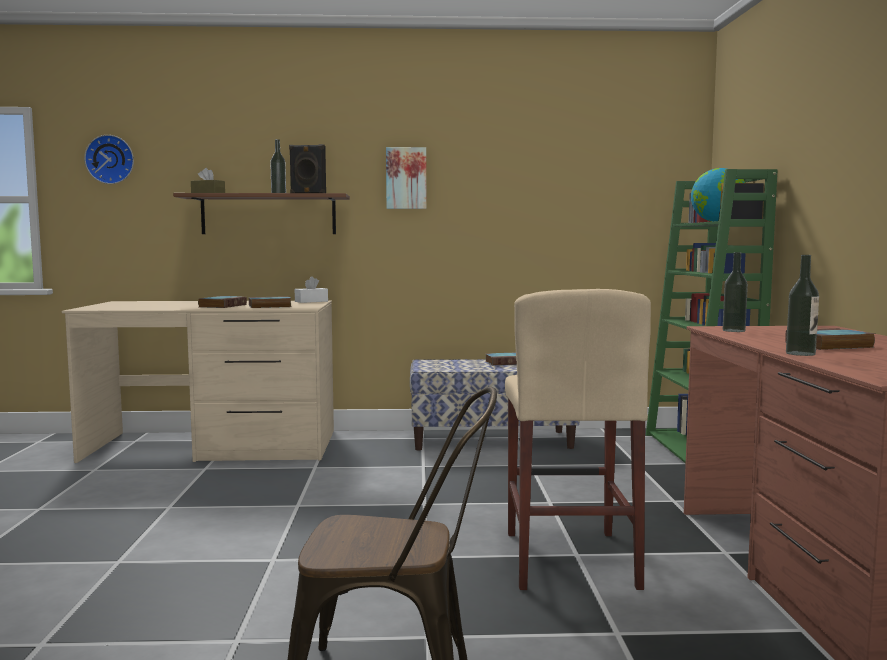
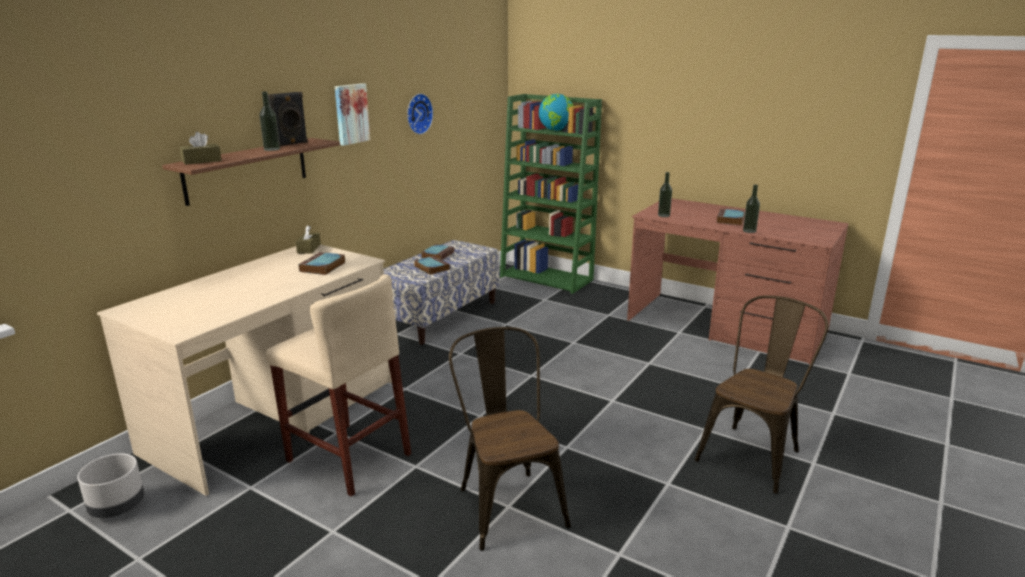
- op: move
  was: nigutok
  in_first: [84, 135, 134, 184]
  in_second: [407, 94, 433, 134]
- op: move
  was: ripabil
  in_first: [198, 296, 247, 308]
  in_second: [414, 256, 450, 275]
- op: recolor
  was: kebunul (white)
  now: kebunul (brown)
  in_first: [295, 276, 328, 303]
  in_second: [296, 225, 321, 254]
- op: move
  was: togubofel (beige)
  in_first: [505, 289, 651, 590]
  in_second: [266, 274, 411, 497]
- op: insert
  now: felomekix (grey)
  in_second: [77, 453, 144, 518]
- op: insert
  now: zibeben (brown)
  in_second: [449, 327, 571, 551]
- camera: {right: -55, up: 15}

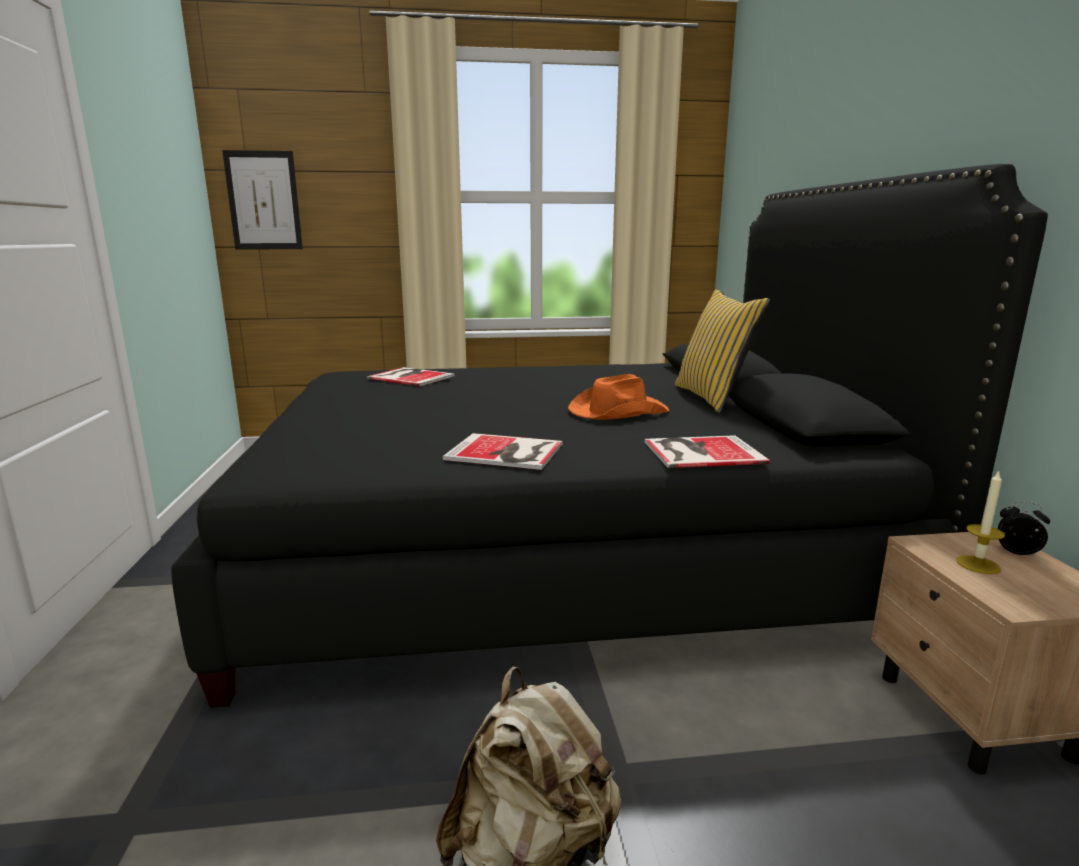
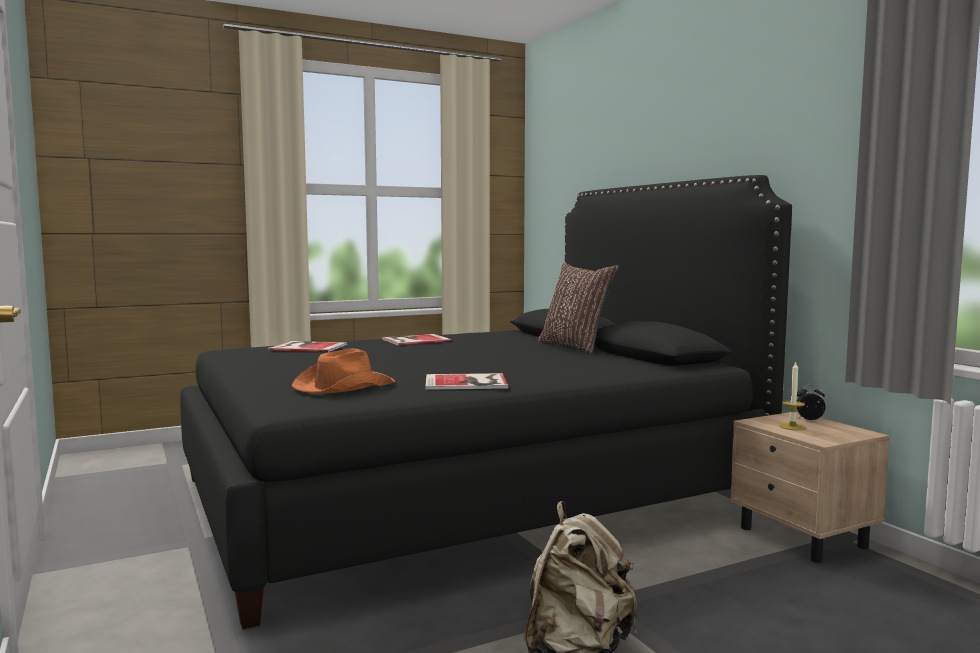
- op: delete
  was: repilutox
  in_first: [222, 150, 303, 249]
- op: move
  was: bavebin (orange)
  in_first: [568, 374, 669, 419]
  in_second: [292, 348, 395, 394]
- op: move
  was: ripabil
  in_first: [645, 435, 770, 468]
  in_second: [382, 334, 452, 345]
- op: recolor
  was: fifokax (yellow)
  now: fifokax (brown)
  in_first: [675, 290, 770, 413]
  in_second: [538, 263, 619, 354]
- camera: {right: -20, up: -10}

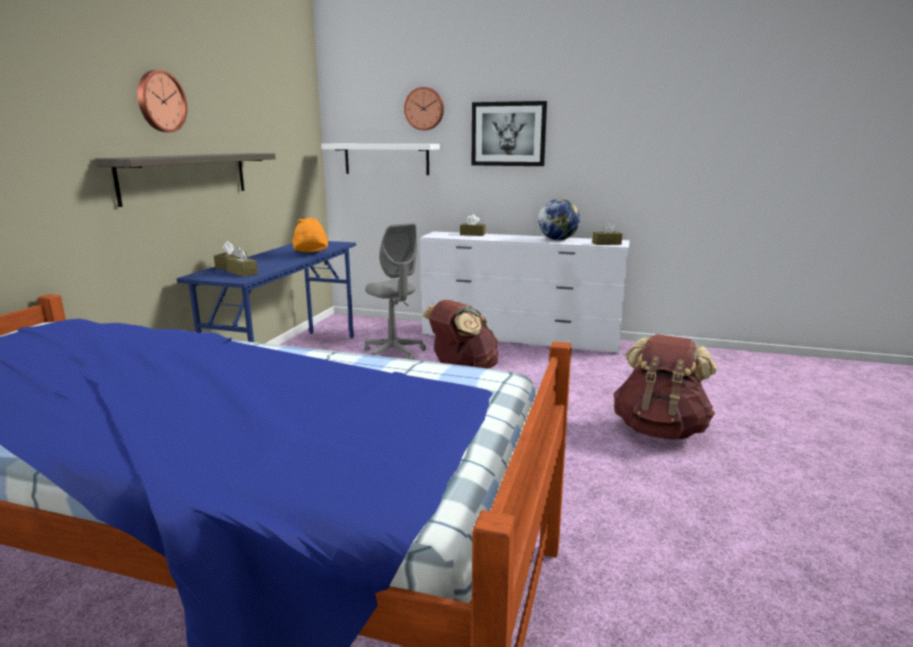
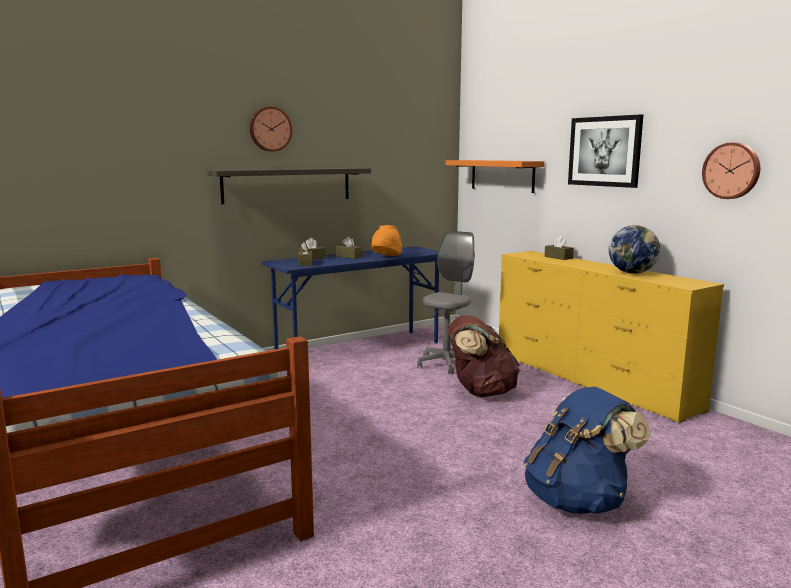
- op: recolor
  was: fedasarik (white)
  now: fedasarik (orange)
  in_first: [321, 144, 440, 175]
  in_second: [446, 160, 544, 193]
- op: rotate
  was: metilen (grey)
  in_first: [364, 223, 426, 360]
  in_second: [417, 231, 475, 374]
  clockwise: -150
- op: move
  was: nigutok
  in_first: [404, 87, 444, 130]
  in_second: [702, 142, 760, 199]
- op: recolor
  was: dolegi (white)
  now: dolegi (yellow)
  in_first: [420, 231, 630, 354]
  in_second: [499, 251, 724, 423]
- op: move
  was: kebunul (brown)
  in_first: [592, 222, 622, 245]
  in_second: [336, 237, 362, 259]
- op: recolor
  was: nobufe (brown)
  now: nobufe (blue)
  in_first: [613, 334, 717, 440]
  in_second: [524, 387, 651, 514]
- camera: {right: 40, up: -5}

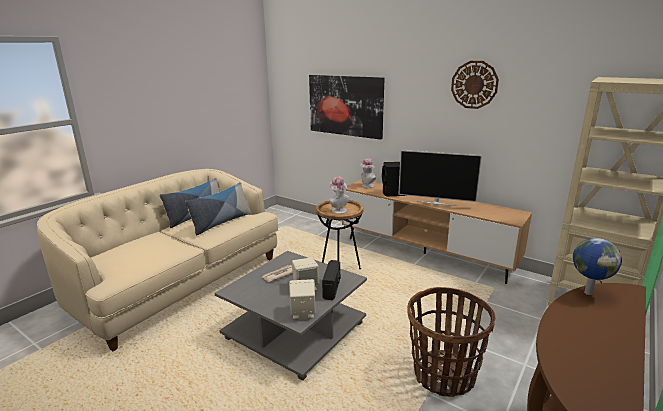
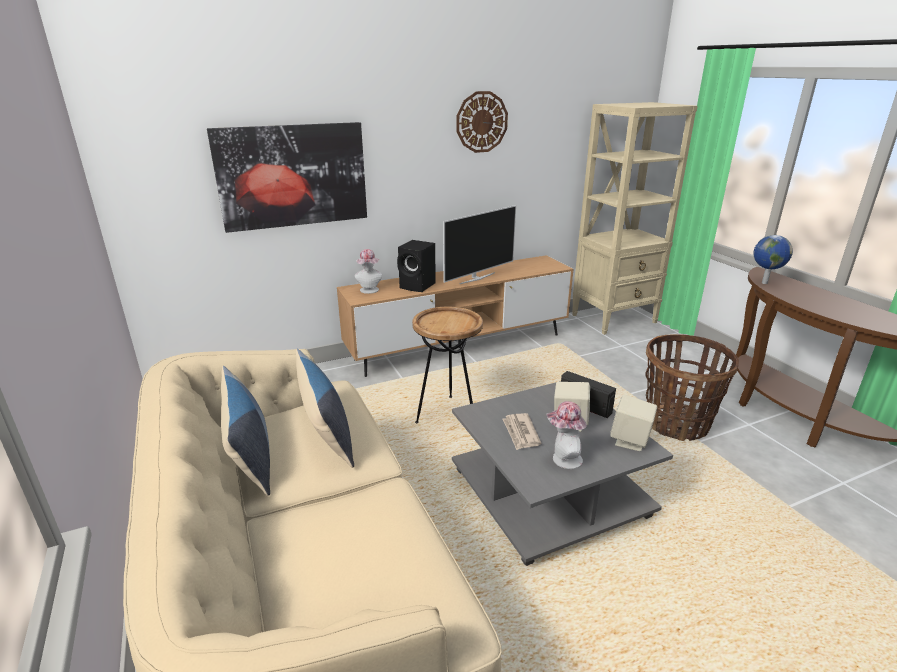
- op: move
  was: bavebin
  in_first: [329, 176, 350, 214]
  in_second: [546, 401, 587, 469]
- camera: {right: -60, up: 5}

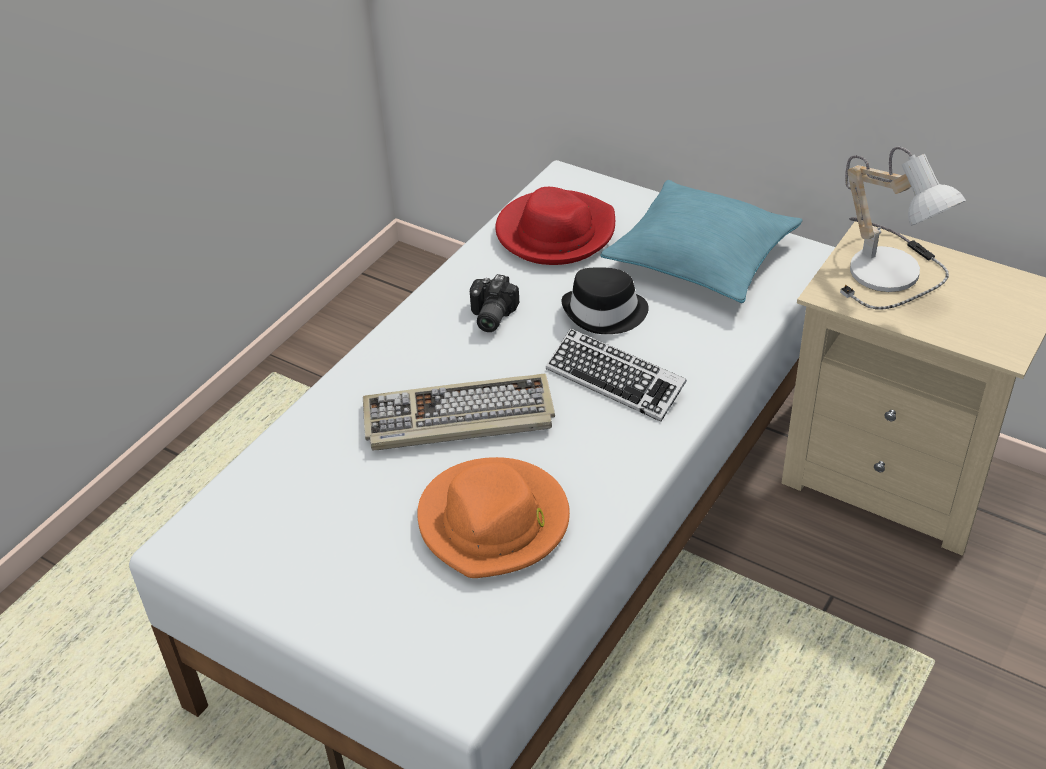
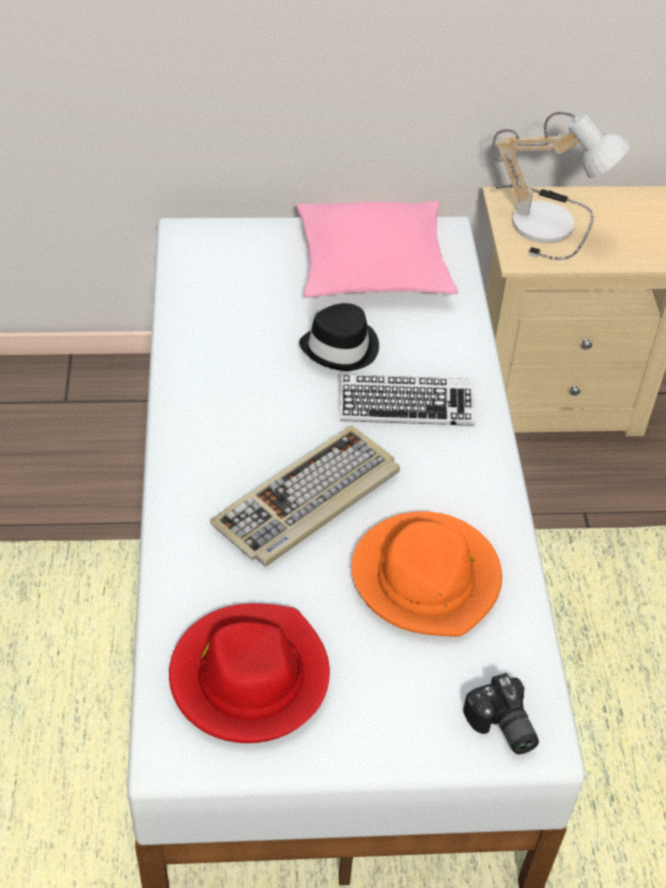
- op: move
  was: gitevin
  in_first: [470, 274, 519, 332]
  in_second: [463, 673, 539, 754]
- op: move
  was: bavebin (red)
  in_first: [495, 187, 615, 265]
  in_second: [169, 603, 330, 743]
- op: recolor
  was: fifokax (turquoise)
  now: fifokax (pink)
  in_first: [600, 180, 802, 303]
  in_second: [297, 200, 458, 298]
- camera: {right: -40, up: 5}

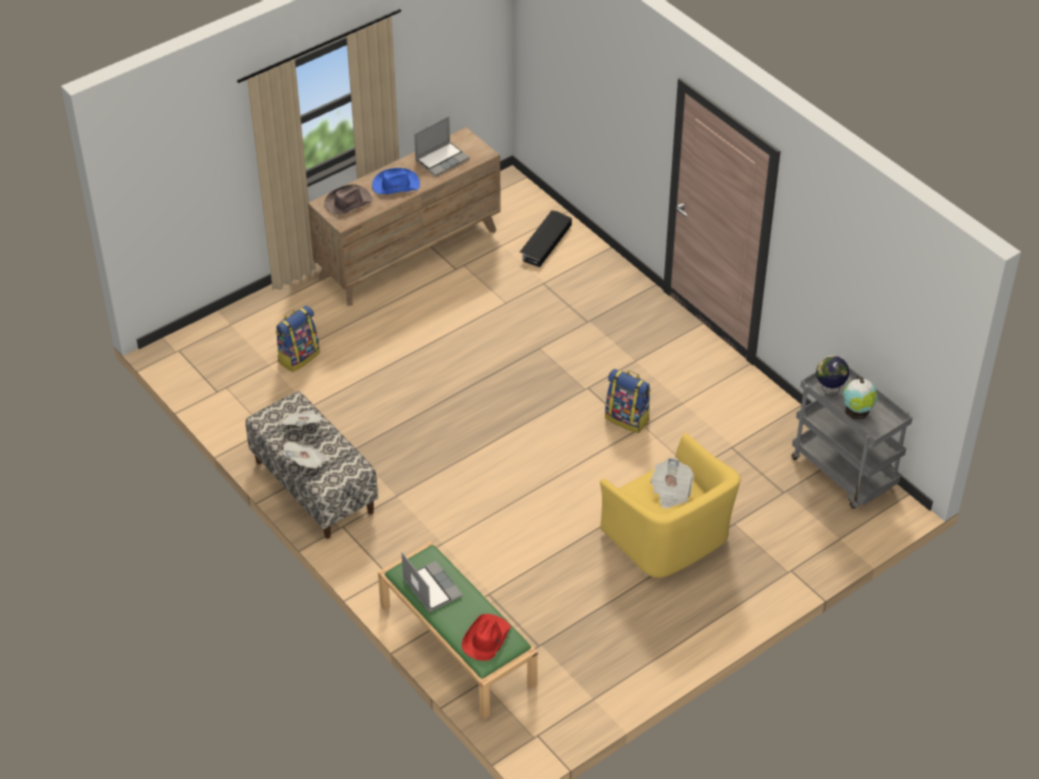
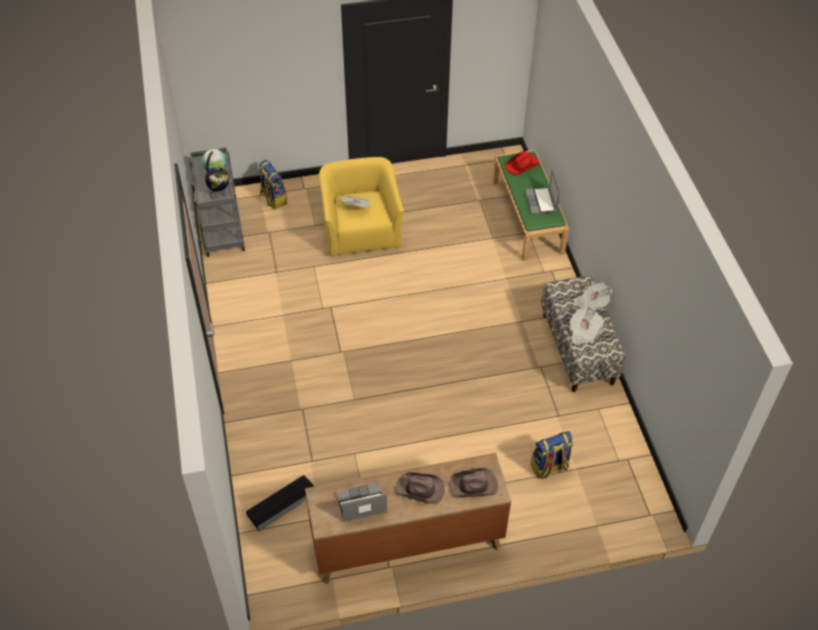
- op: recolor
  was: bavebin (blue)
  now: bavebin (brown)
  in_first: [372, 168, 420, 194]
  in_second: [396, 472, 445, 504]
- op: move
  was: nobufe
  in_first: [605, 369, 651, 433]
  in_second: [259, 160, 287, 209]
- camera: {right: -155, up: 5}

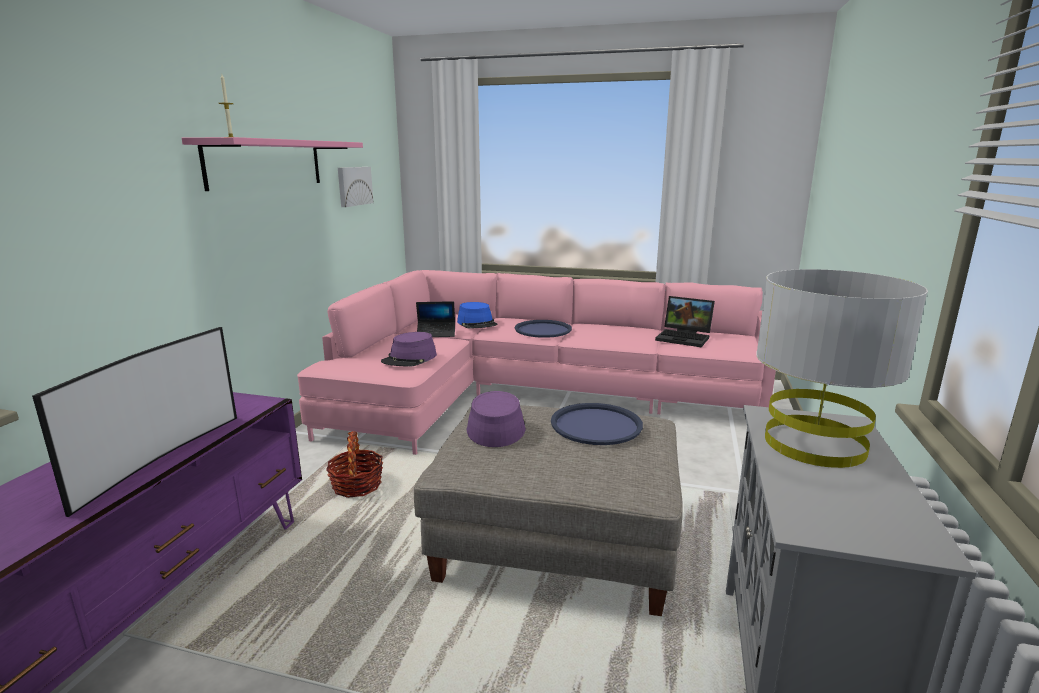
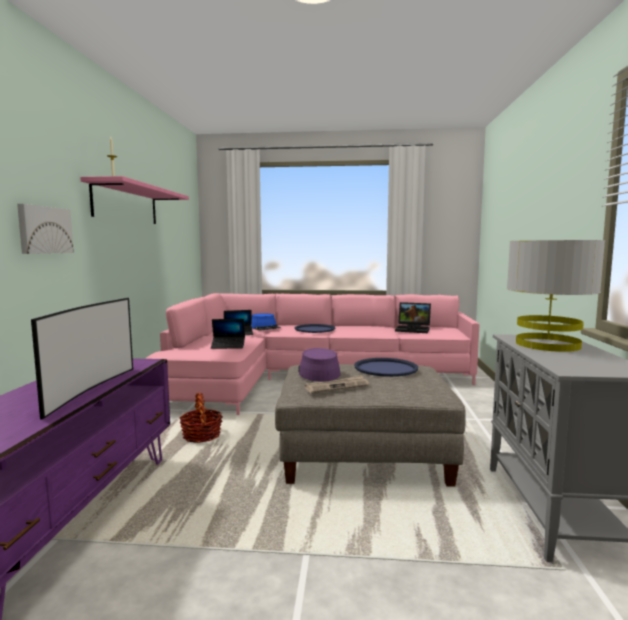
- op: move
  was: repilutox
  in_first: [338, 167, 374, 207]
  in_second: [17, 204, 74, 254]
- op: replace
  was: bavebin (purple)
  now: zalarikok
  in_first: [381, 332, 437, 367]
  in_second: [211, 319, 245, 349]
- op: insert
  now: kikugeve
  in_second: [305, 375, 369, 393]
- camera: {right: -10, up: -10}

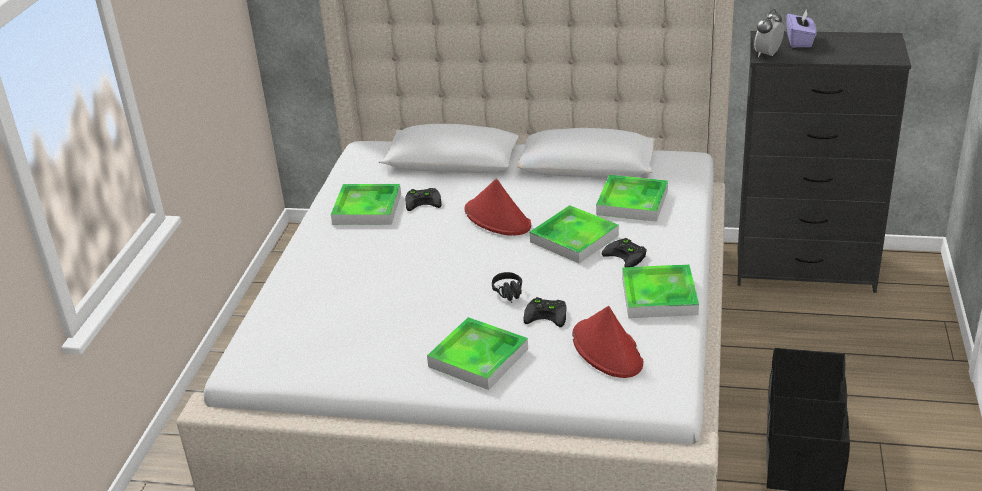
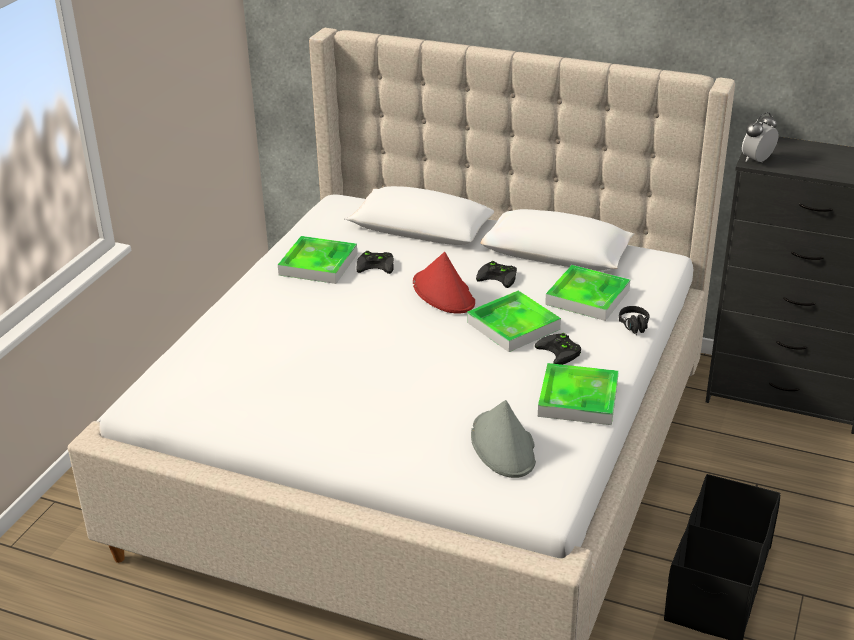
- op: delete
  was: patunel
  in_first: [427, 317, 528, 390]
- op: move
  was: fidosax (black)
  in_first: [492, 272, 522, 303]
  in_second: [619, 306, 650, 336]
- op: move
  was: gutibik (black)
  in_first: [523, 297, 567, 327]
  in_second: [476, 261, 517, 288]
- op: recolor
  was: bavebin (red)
  now: bavebin (grey)
  in_first: [572, 306, 643, 378]
  in_second: [471, 400, 536, 478]
- op: delete
  was: kebunul (purple)
  in_first: [786, 8, 817, 47]
- camera: {right: 10, up: 0}

